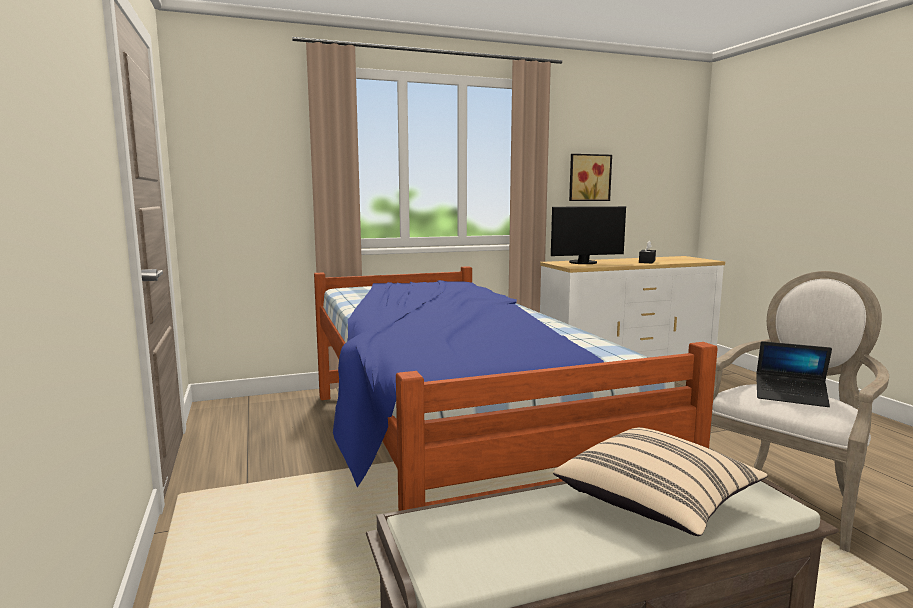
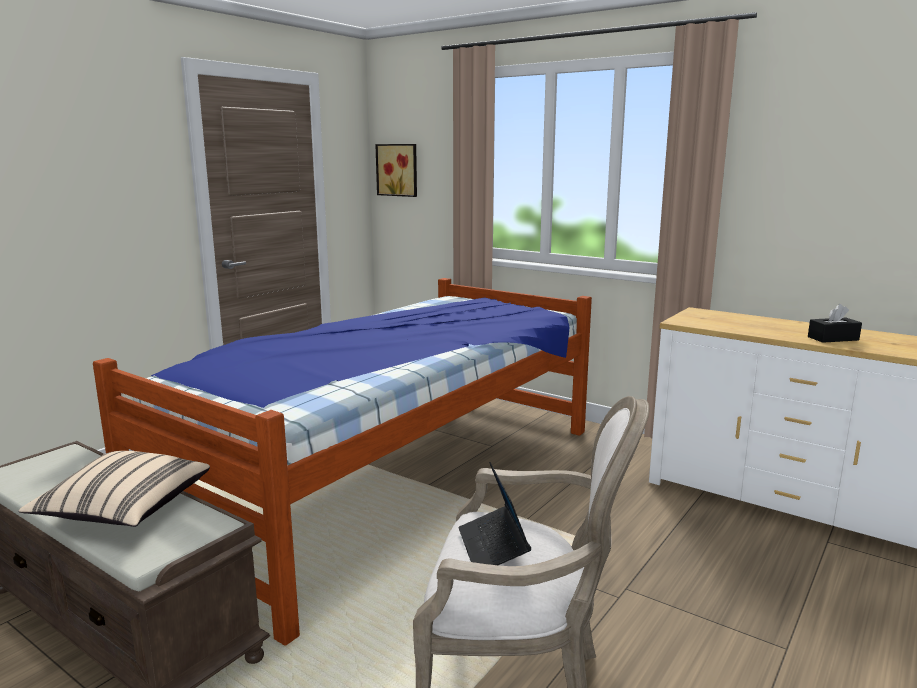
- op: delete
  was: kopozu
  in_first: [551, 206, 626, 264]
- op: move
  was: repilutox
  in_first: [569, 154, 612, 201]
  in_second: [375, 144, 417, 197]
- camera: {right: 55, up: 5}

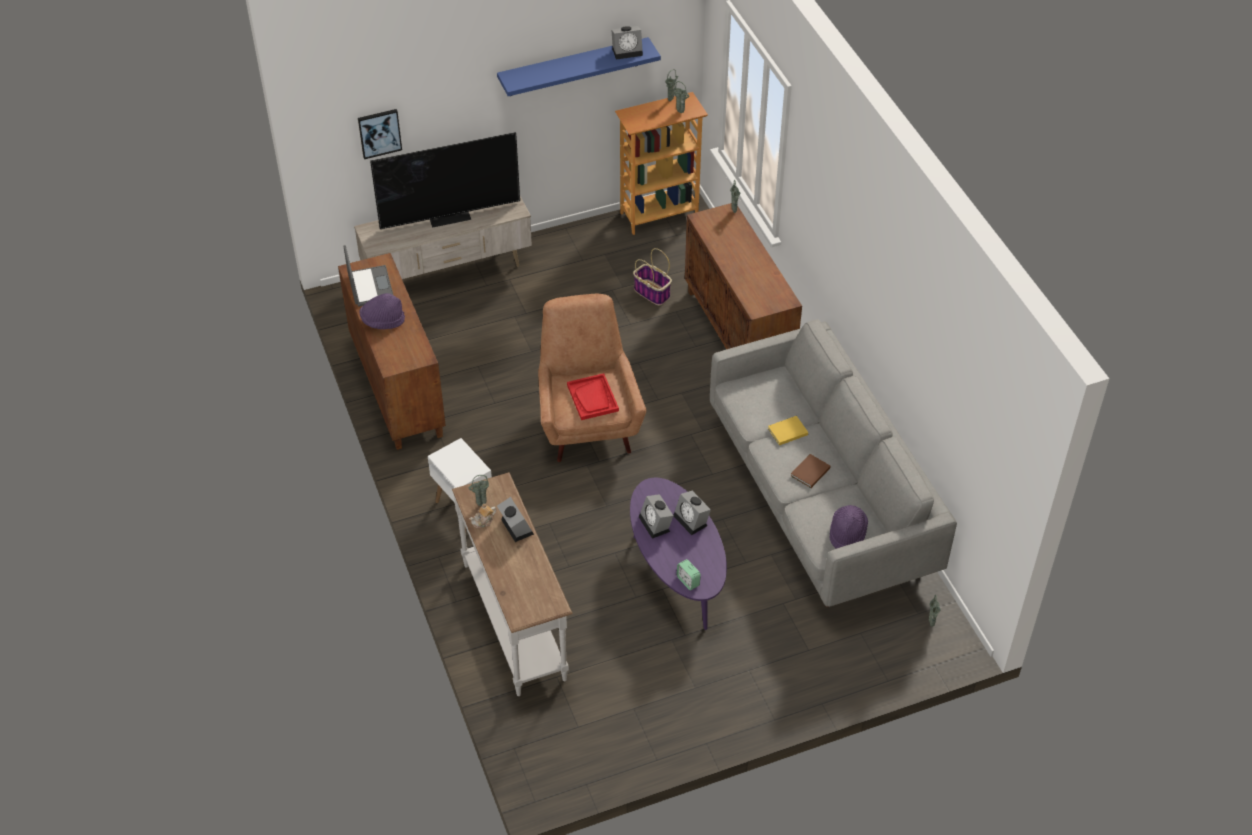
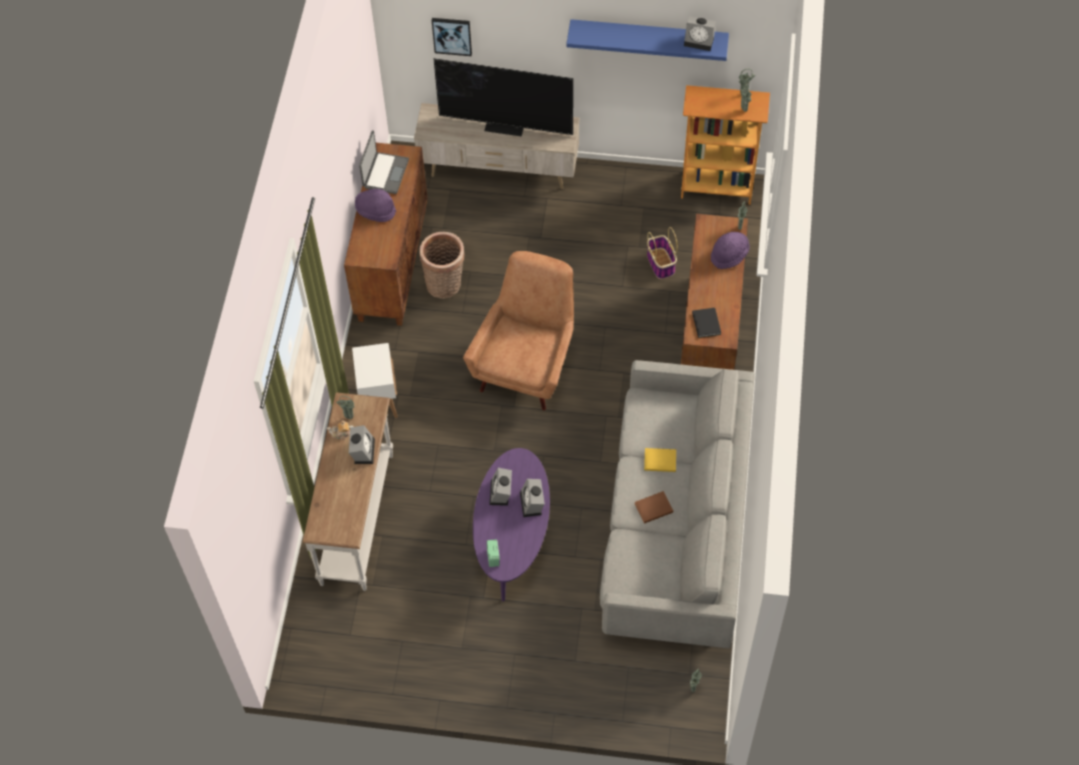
- op: delete
  was: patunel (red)
  in_first: [567, 373, 619, 420]
- op: move
  was: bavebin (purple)
  in_first: [829, 505, 868, 549]
  in_second: [711, 232, 750, 269]
- op: insert
  now: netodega
  in_second: [419, 232, 465, 299]
- op: insert
  now: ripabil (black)
  in_second: [692, 308, 721, 338]
- camera: {right: 30, up: 10}

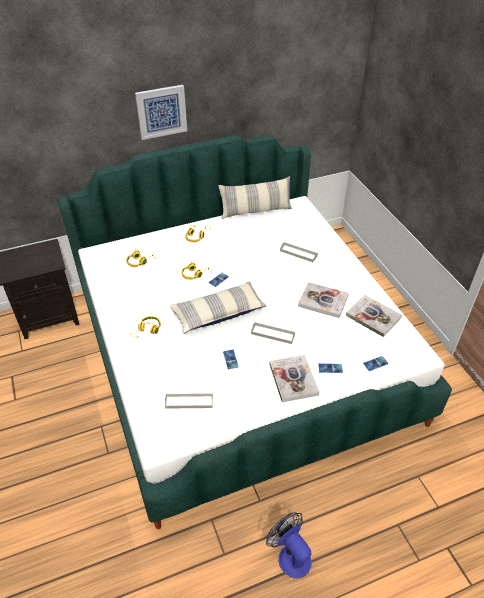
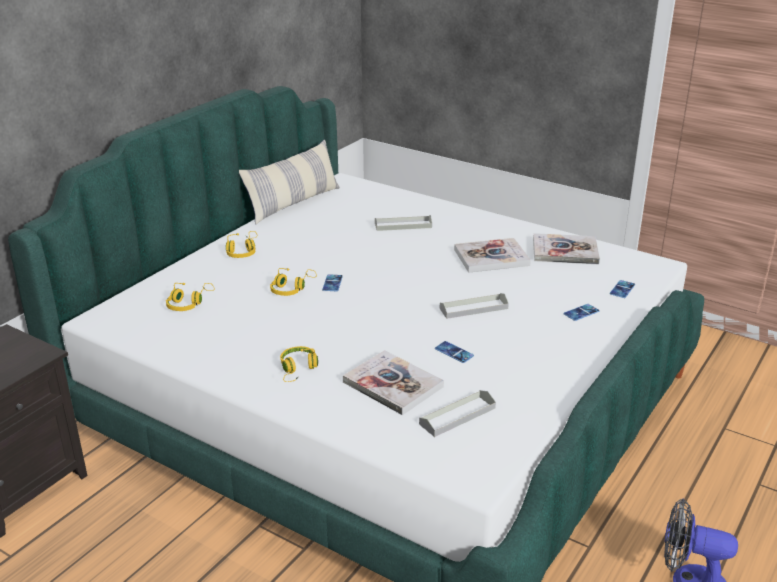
- op: delete
  was: repilutox
  in_first: [135, 85, 187, 140]
- op: delete
  was: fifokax
  in_first: [170, 281, 267, 333]
- op: move
  was: ripabil
  in_first: [269, 355, 319, 402]
  in_second: [343, 350, 444, 415]
- camera: {right: -35, up: -15}

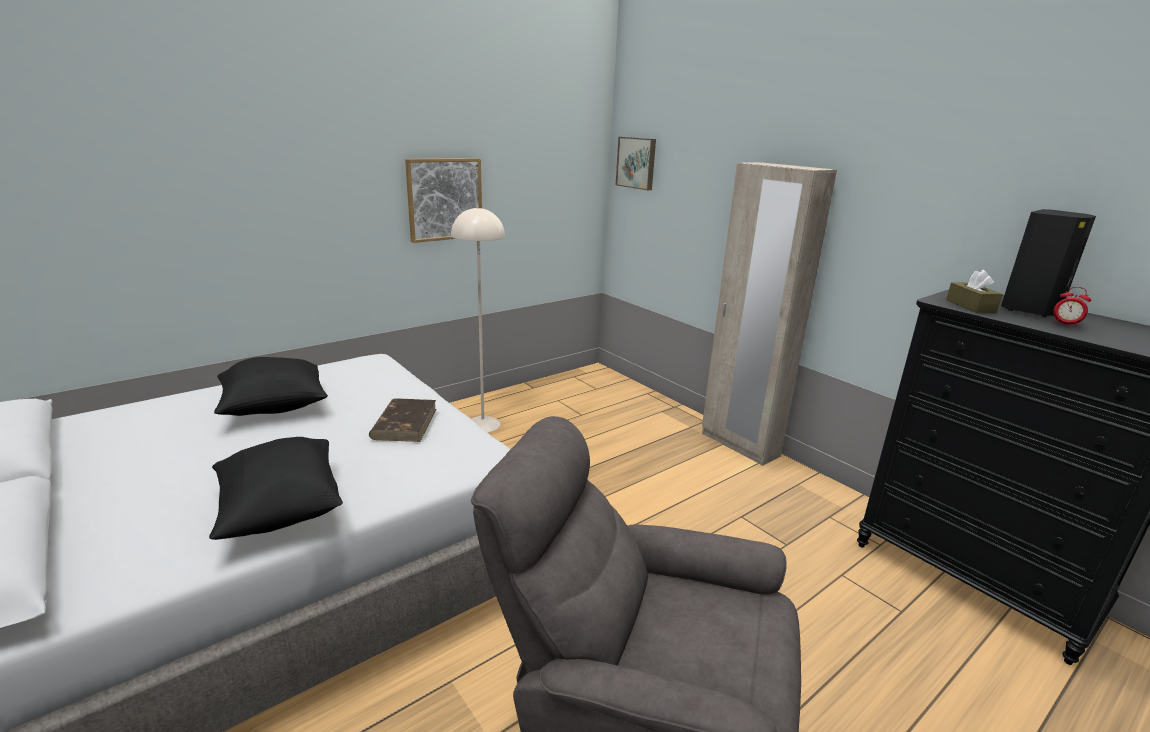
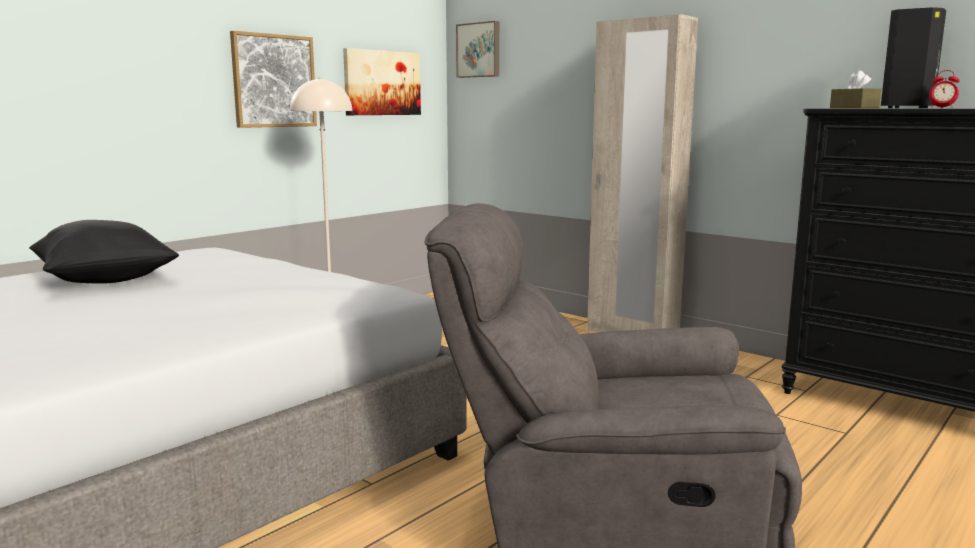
- op: delete
  was: fifokax (black)
  in_first: [209, 437, 343, 540]
- op: delete
  was: ripabil (brown)
  in_first: [369, 398, 437, 442]
- op: insert
  now: repilutox
  in_second: [343, 48, 421, 115]
- camera: {right: -10, up: -10}

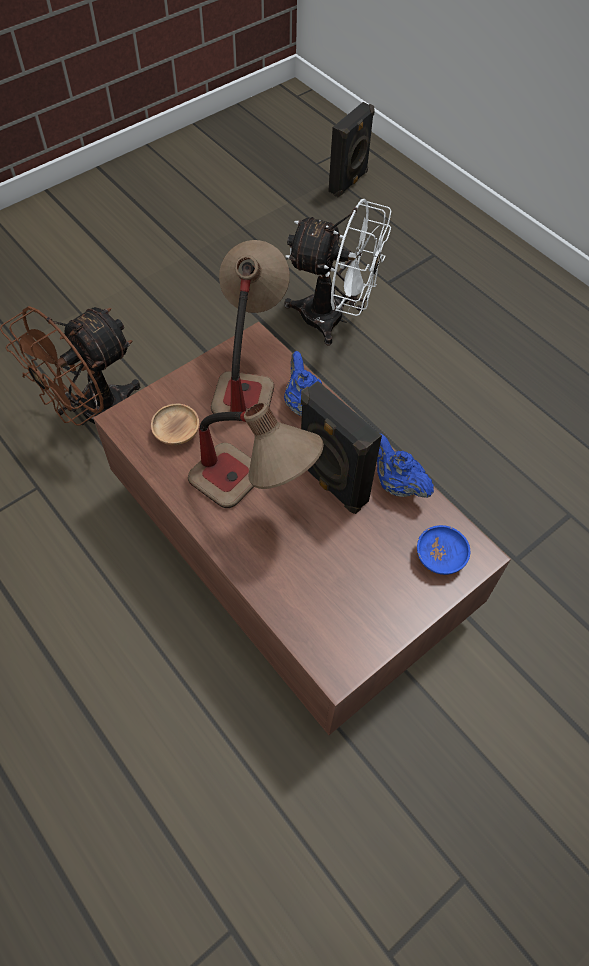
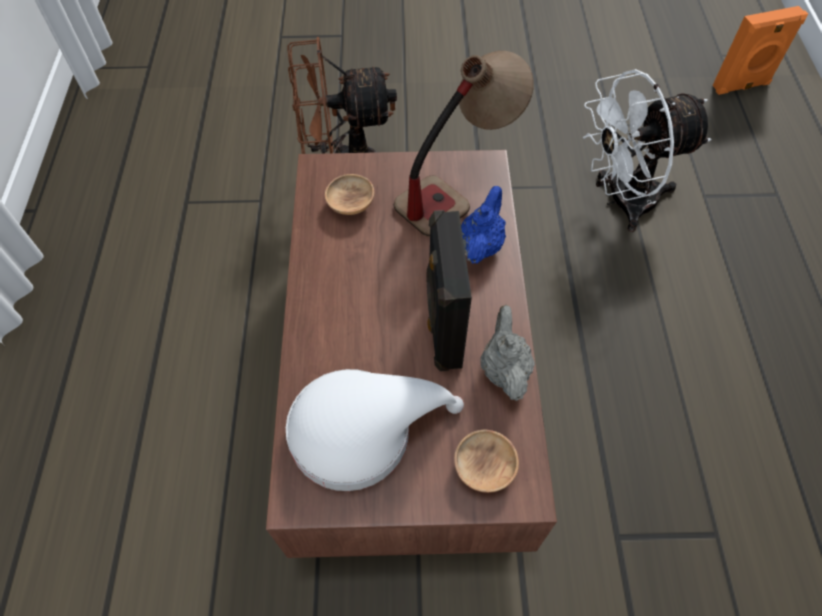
- op: delete
  was: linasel
  in_first: [188, 402, 324, 508]
- op: rotate
  was: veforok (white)
  in_first: [284, 199, 392, 345]
  in_second: [583, 69, 711, 232]
  clockwise: 105
- op: recolor
  was: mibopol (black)
  now: mibopol (orange)
  in_first: [328, 102, 375, 197]
  in_second: [713, 6, 808, 95]
- op: recolor
  was: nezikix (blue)
  now: nezikix (grey)
  in_first: [377, 434, 434, 498]
  in_second: [480, 305, 535, 401]
- op: recolor
  was: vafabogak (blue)
  now: vafabogak (brown)
  in_first: [417, 525, 470, 575]
  in_second: [454, 429, 519, 493]
- op: insert
  now: bavebin (white)
  in_second: [286, 369, 464, 491]
- camera: {right: 40, up: 0}

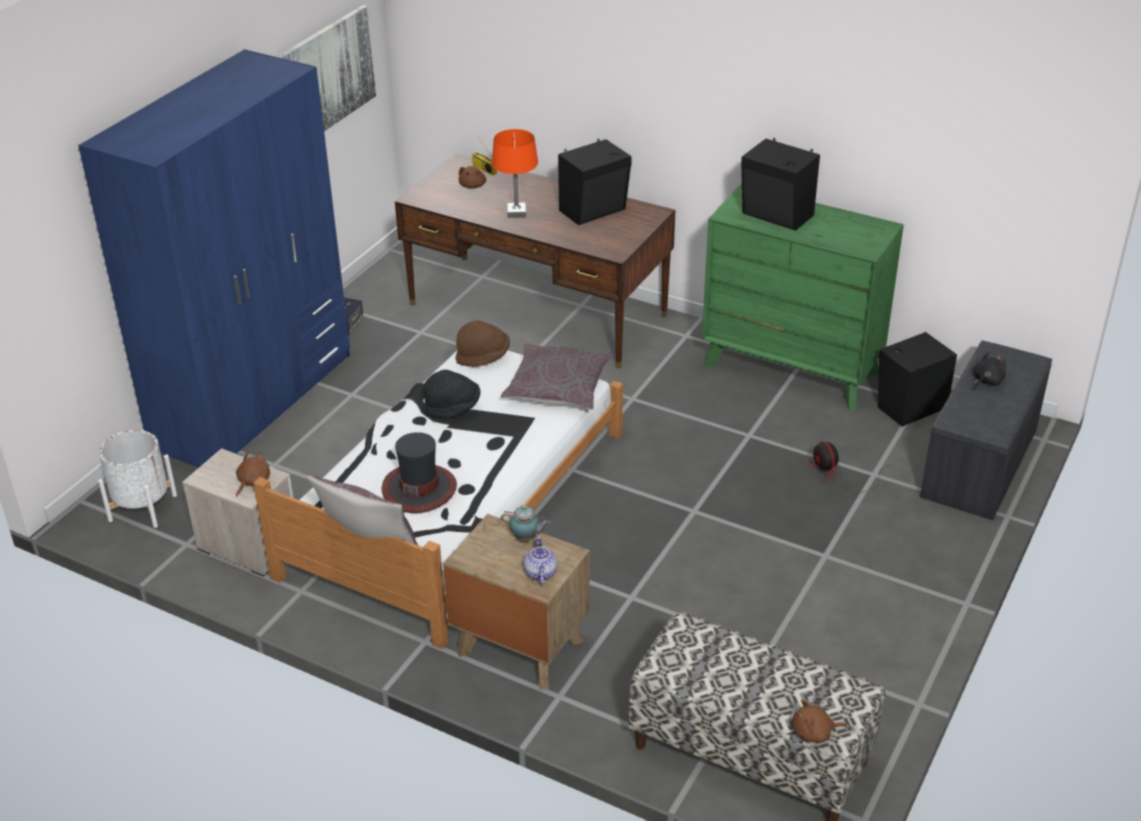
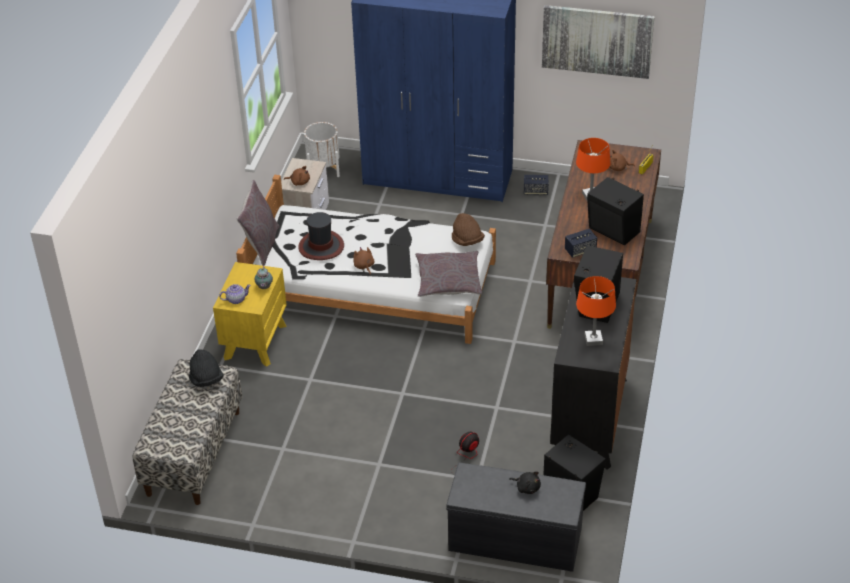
- op: move
  was: bavebin (black)
  in_first: [423, 370, 481, 419]
  in_second: [189, 349, 224, 387]
- op: recolor
  was: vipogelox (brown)
  now: vipogelox (yellow)
  in_first: [443, 514, 590, 690]
  in_second: [213, 262, 287, 367]
- op: recolor
  was: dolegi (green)
  now: dolegi (black)
  in_first: [702, 184, 904, 411]
  in_second: [550, 277, 637, 470]
- op: move
  was: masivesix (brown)
  in_first: [792, 700, 847, 743]
  in_second: [353, 247, 375, 275]
- op: insert
  now: mibopol
  in_second: [565, 229, 597, 258]
- op: insert
  now: linasel (orange)
  in_second: [576, 276, 616, 346]
- camera: {right: 75, up: 5}

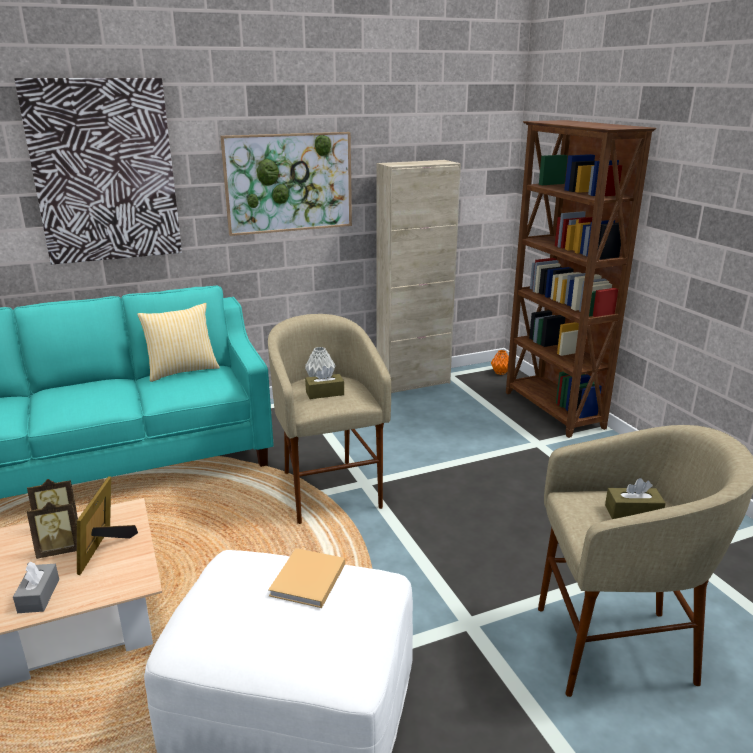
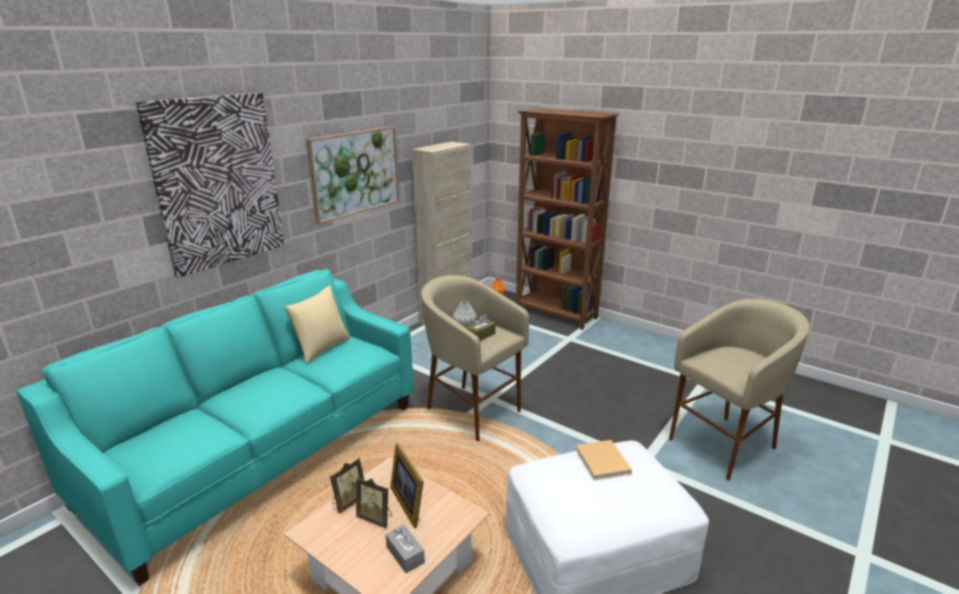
- op: rotate
  was: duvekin
  in_first: [27, 502, 77, 559]
  in_second: [356, 477, 392, 528]
  clockwise: 75
- op: delete
  was: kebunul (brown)
  in_first: [605, 478, 666, 519]
- camera: {right: -30, up: 0}

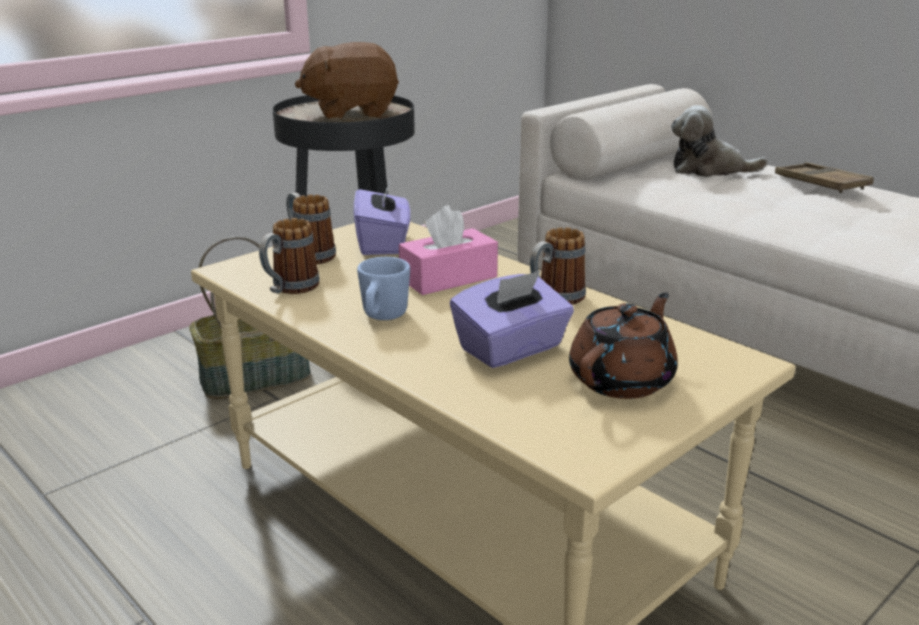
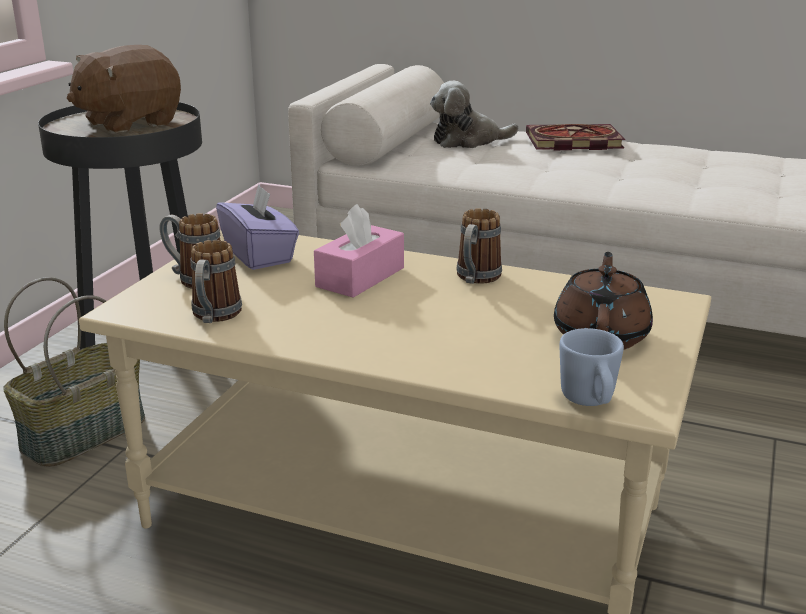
- op: move
  was: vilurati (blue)
  in_first: [357, 257, 410, 320]
  in_second: [560, 328, 624, 406]
- op: delete
  was: kebunul (purple)
  in_first: [450, 271, 574, 368]
- op: replace
  was: patunel (brown)
  now: ripabil
  in_first: [775, 162, 874, 193]
  in_second: [526, 124, 625, 150]
- camera: {right: -25, up: 0}

